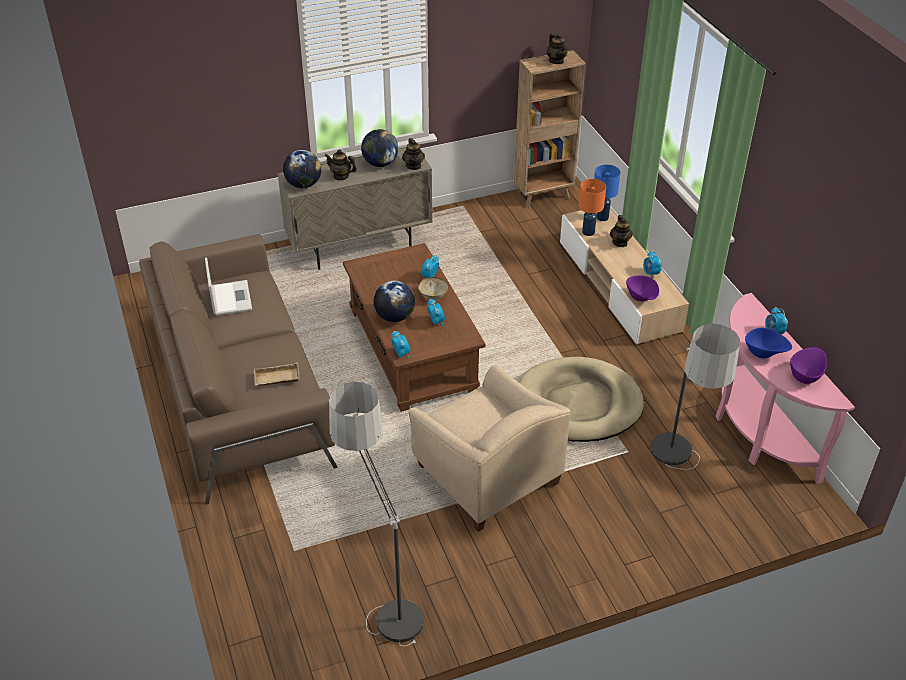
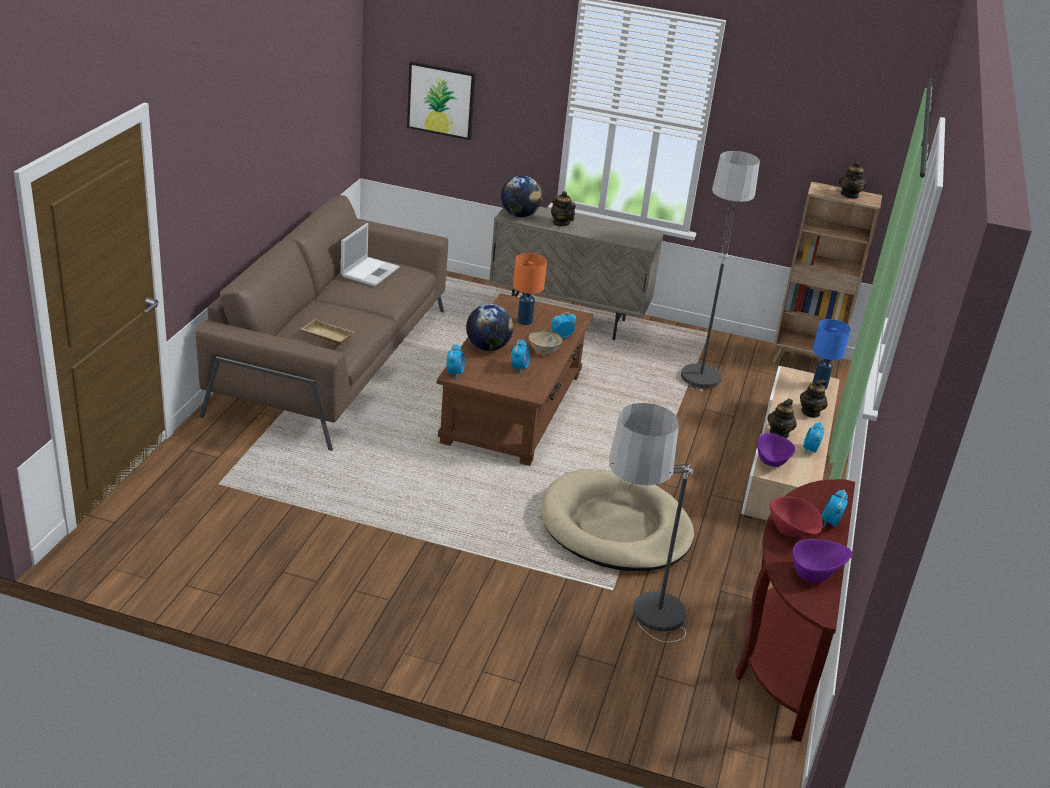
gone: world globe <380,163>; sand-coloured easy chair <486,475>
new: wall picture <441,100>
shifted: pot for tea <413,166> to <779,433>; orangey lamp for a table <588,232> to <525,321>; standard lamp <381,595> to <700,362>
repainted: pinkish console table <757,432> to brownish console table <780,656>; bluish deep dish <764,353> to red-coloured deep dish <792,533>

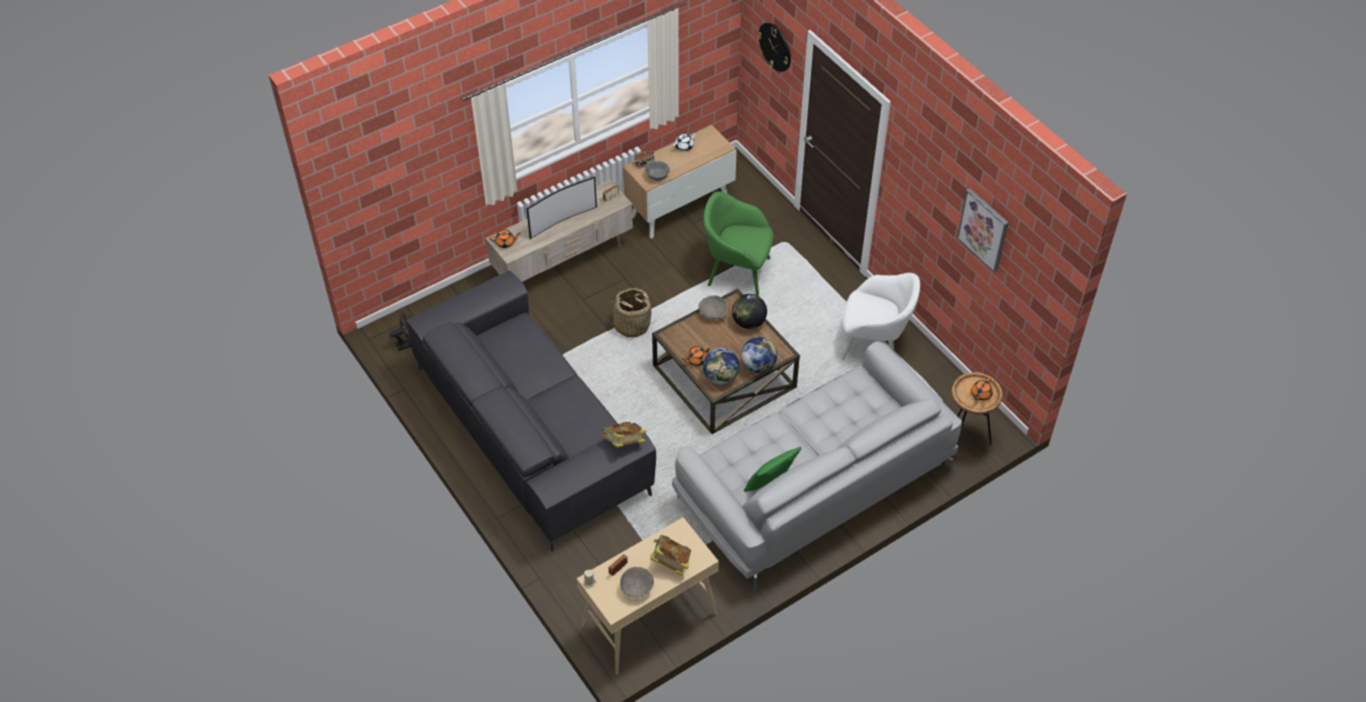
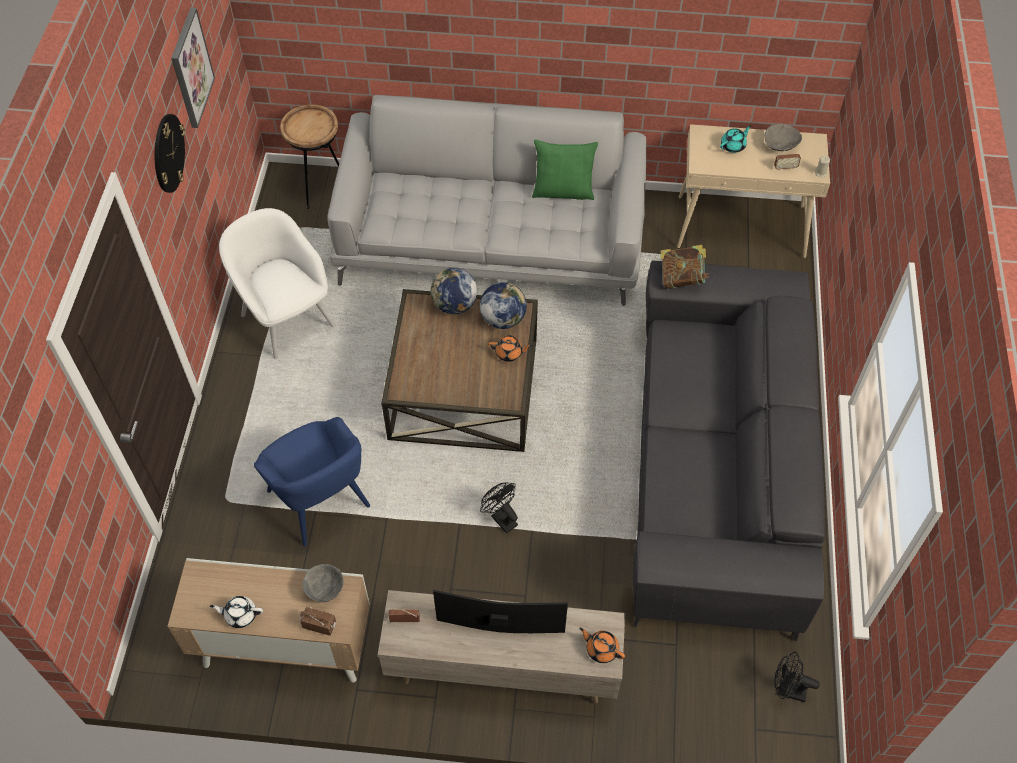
gone: world globe <748,322>; greyish deep dish <713,313>; orangey pot for tea <980,394>
shifted: wall clock <775,46> to <168,153>
swapped: storage basket <631,325> to blackish cooling fan <501,518>; volume <671,563> to turquoise pot for tea <733,146>
repainted: green easy chair <737,271> to bluish easy chair <320,501>

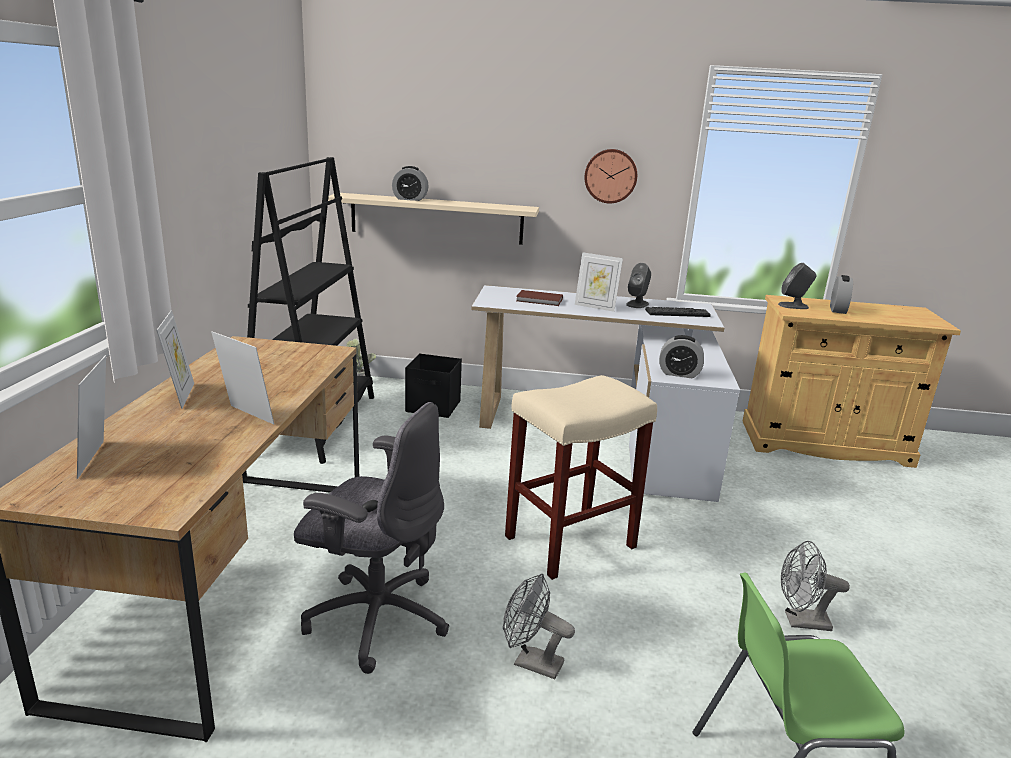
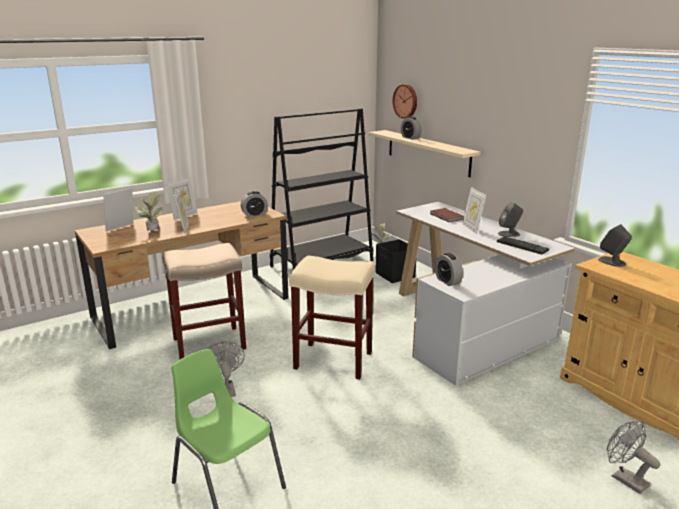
new: houseplant <151,232>
shifted: wall clock <610,176> to <406,101>; table clock <837,310> to <254,214>; greyish cooling fan <800,621> to <624,479>
swapped: greyish office chair <375,617> to sand-coloured stool seat <208,344>

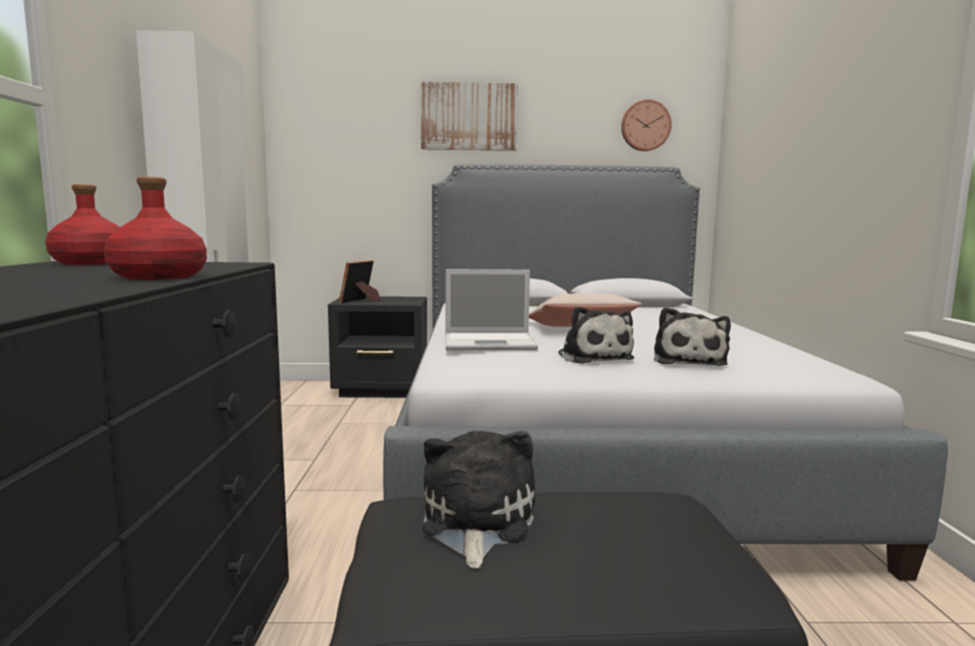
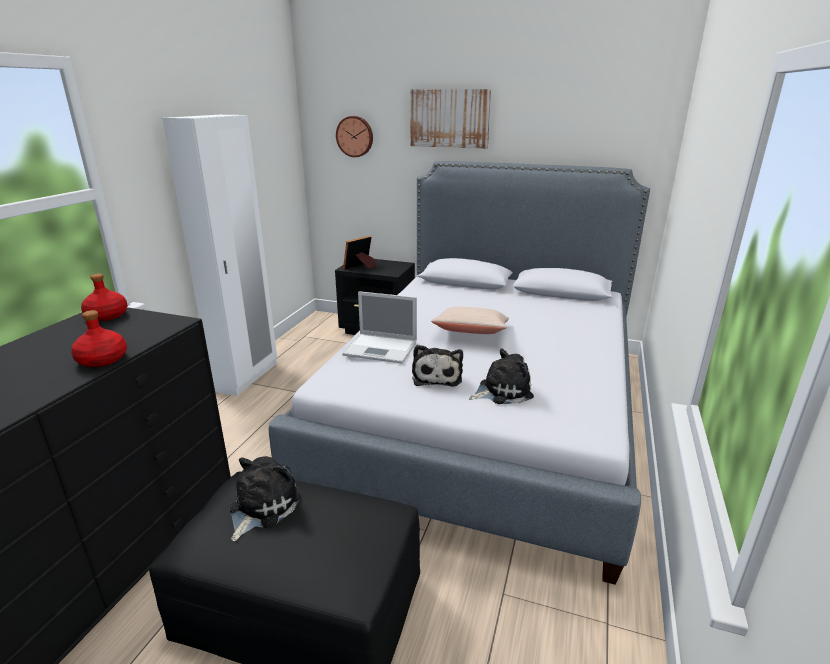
shifted: wall clock <645,126> to <355,136>
rotated: soft toy <688,360> = <502,391> 135 degrees counterclockwise

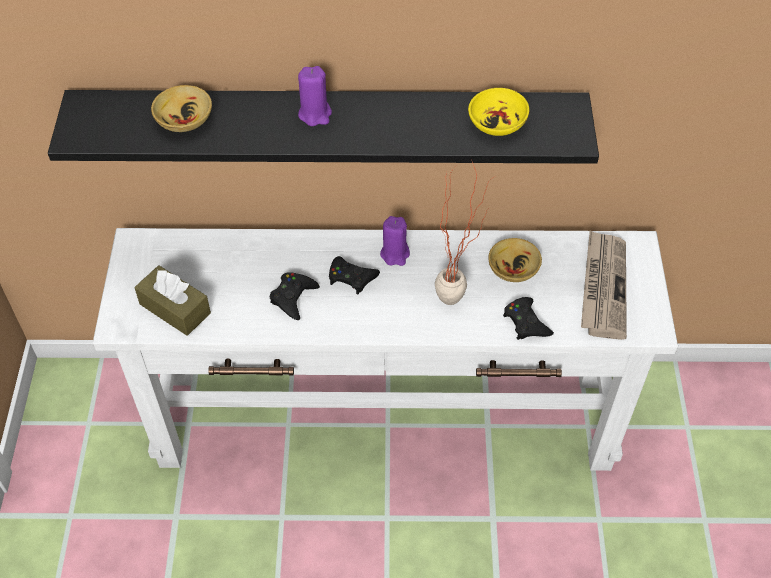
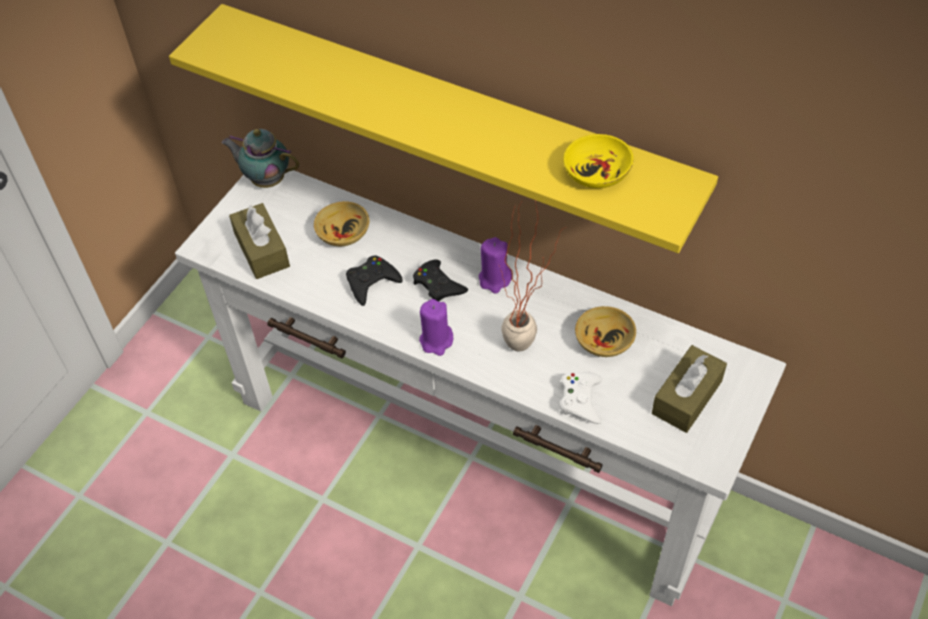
new: pot for tea <266,179>
shifted: purplish wax candle <315,114> to <436,341>; sand-coloured deep dish <183,119> to <342,232>
swapped: printed paper <603,286> to brownish tissue box <687,397>
repainted: blackish shelf <328,124> to yellow-coloured shelf <453,119>; blackish joypad <526,322> to white joypad <580,400>

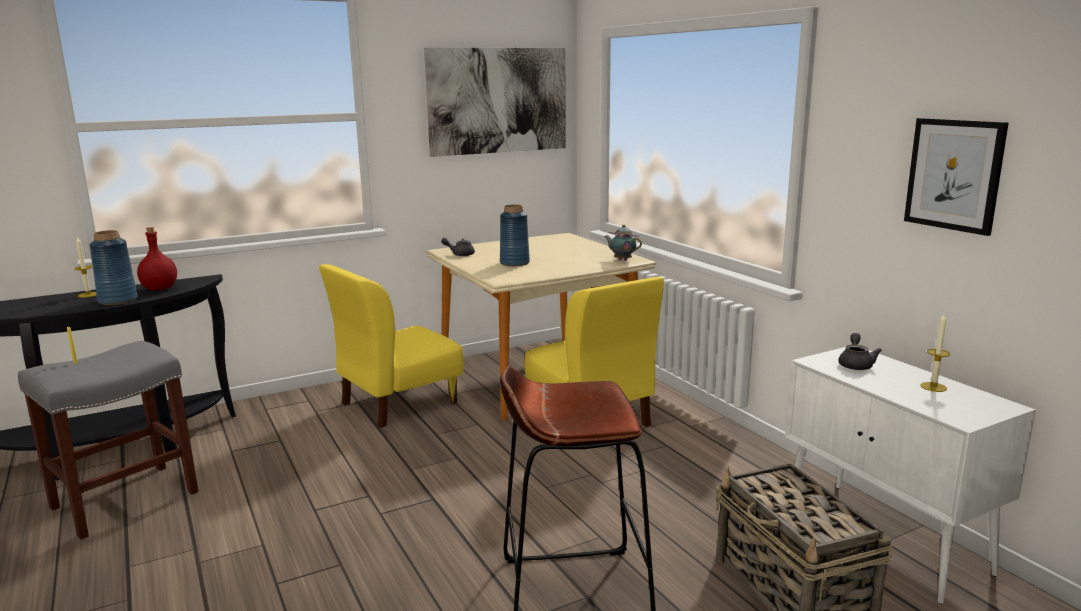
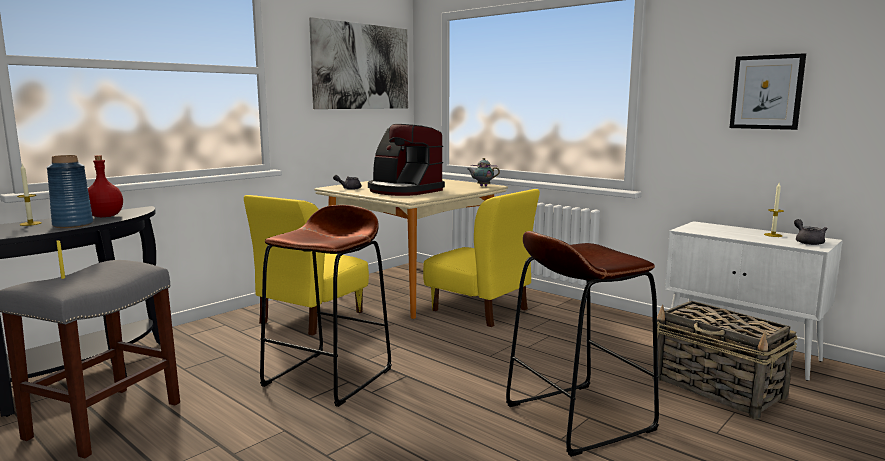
new: brownish stool seat <329,377>
shifted: greyish pot for tea <856,364> to <807,242>
swapped: bluish flower vase <515,263> to coffee brewer <403,191>

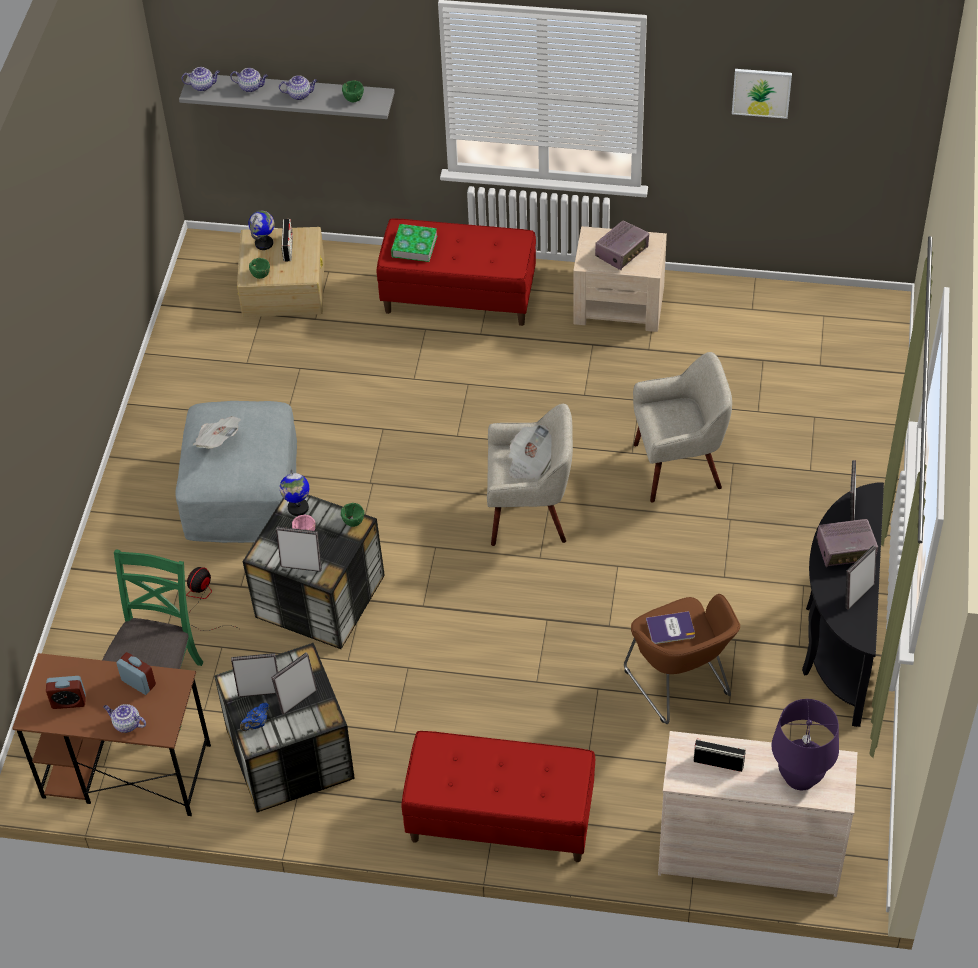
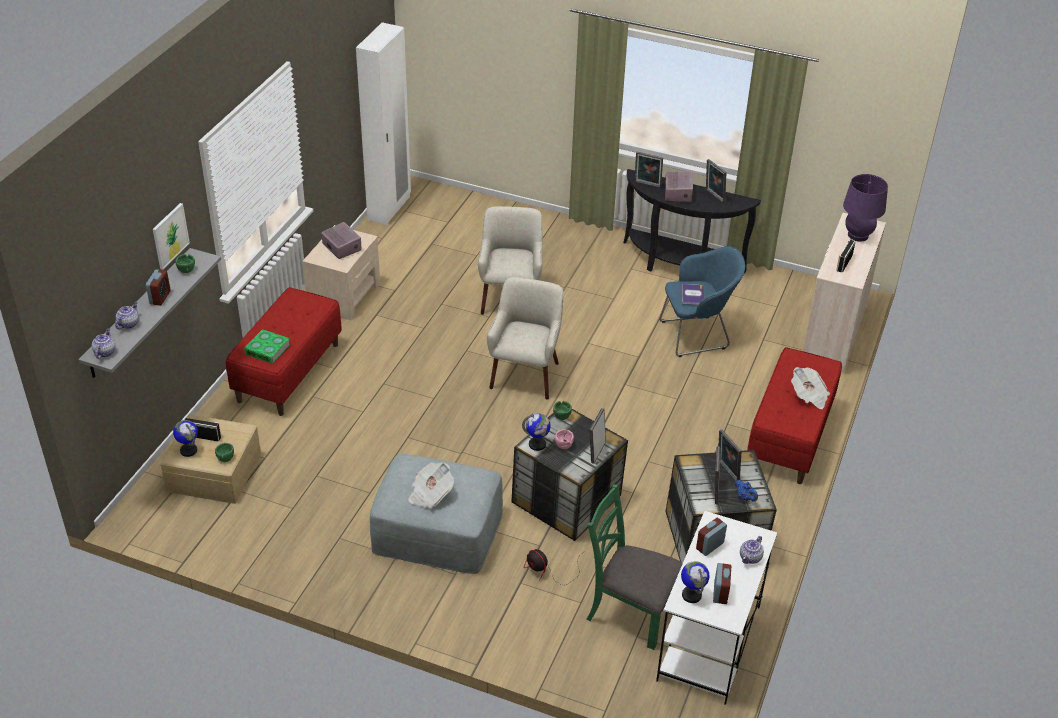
new: white wardrobe <389,208>; world globe <691,595>
shifted: wall picture <761,92> to <170,236>; printed paper <530,462> to <809,396>
swapped: pot for tea <300,94> to table clock <160,297>
repainted: brownish easy chair <680,685> to bluish easy chair <697,335>; brownish desk table <125,771> to white desk table <709,643>

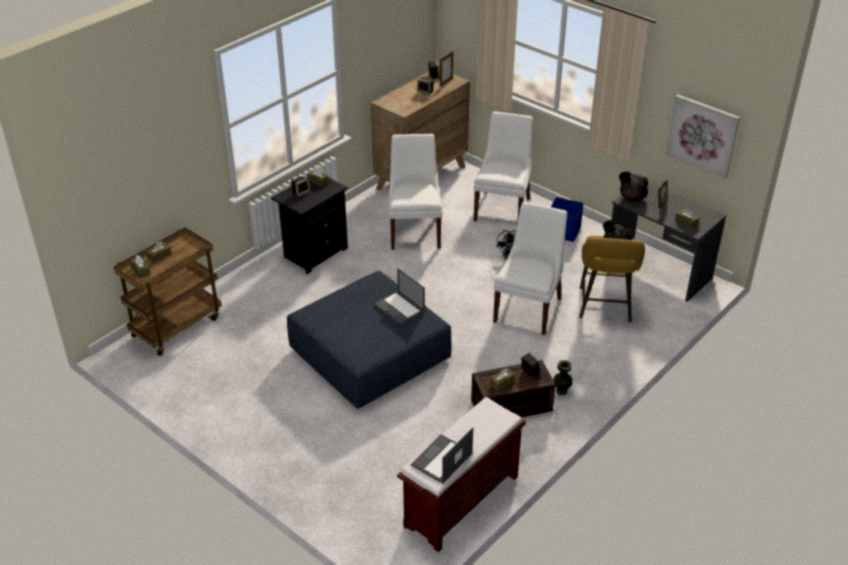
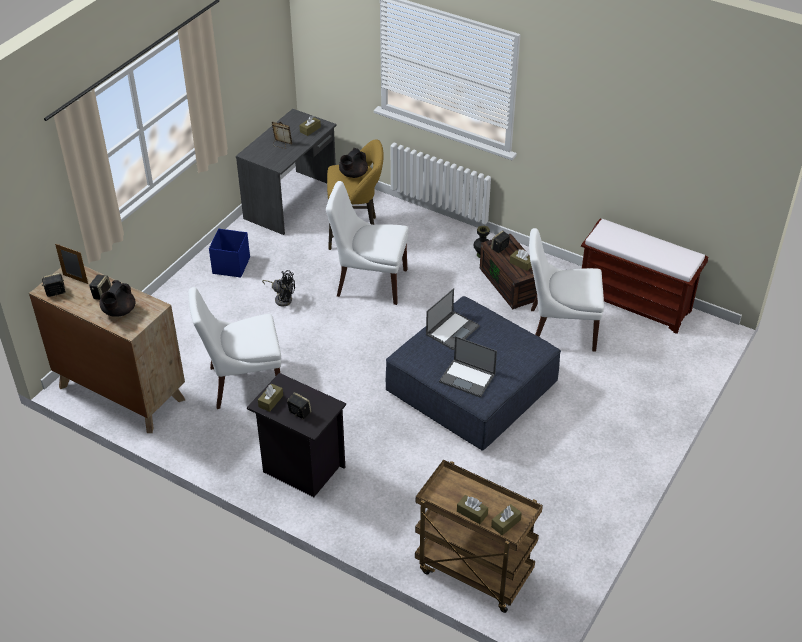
gone: wall picture <703,135>
shifted: white plain chair <502,208> to <559,329>; blackish pot for tea <632,198> to <118,311>; notebook computer <441,460> to <468,378>

